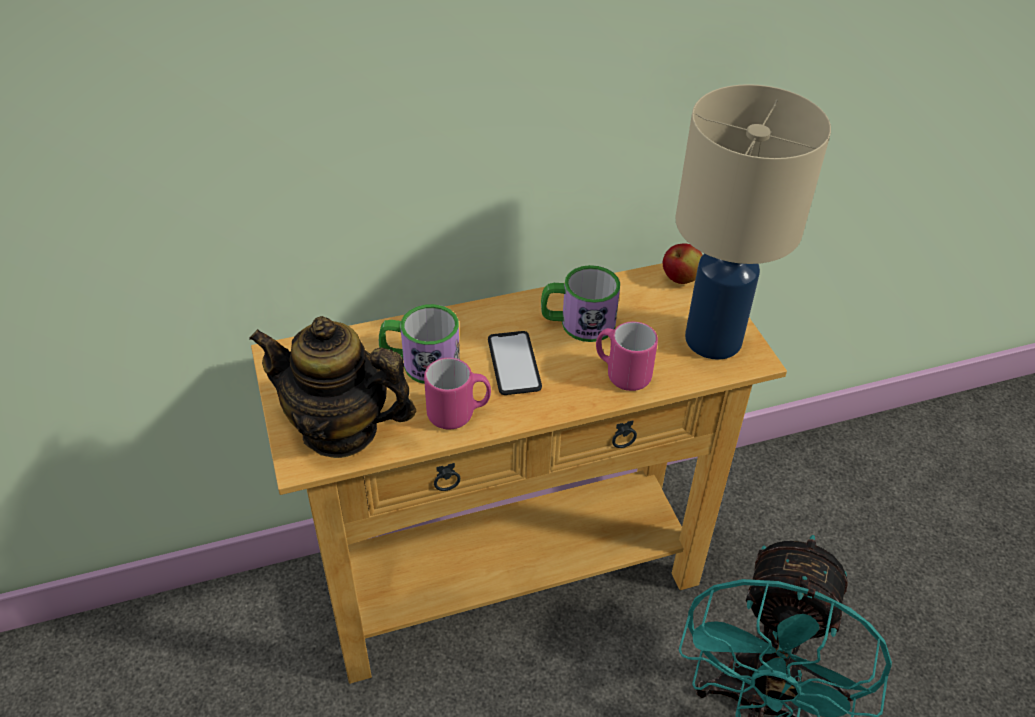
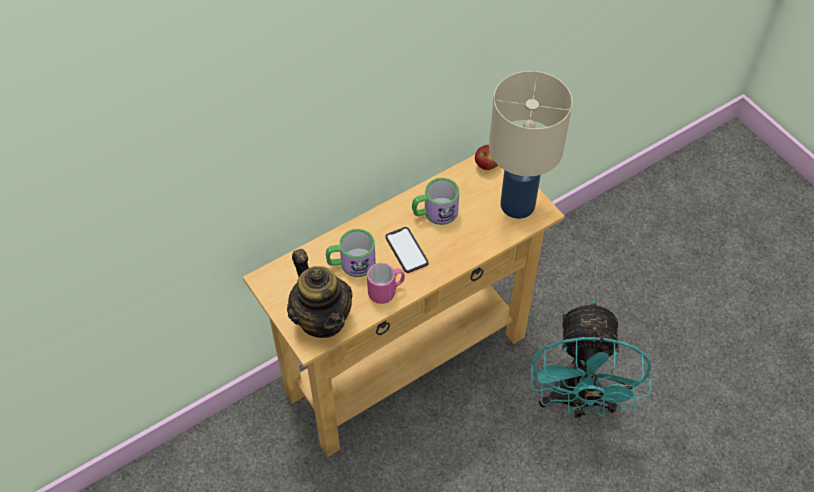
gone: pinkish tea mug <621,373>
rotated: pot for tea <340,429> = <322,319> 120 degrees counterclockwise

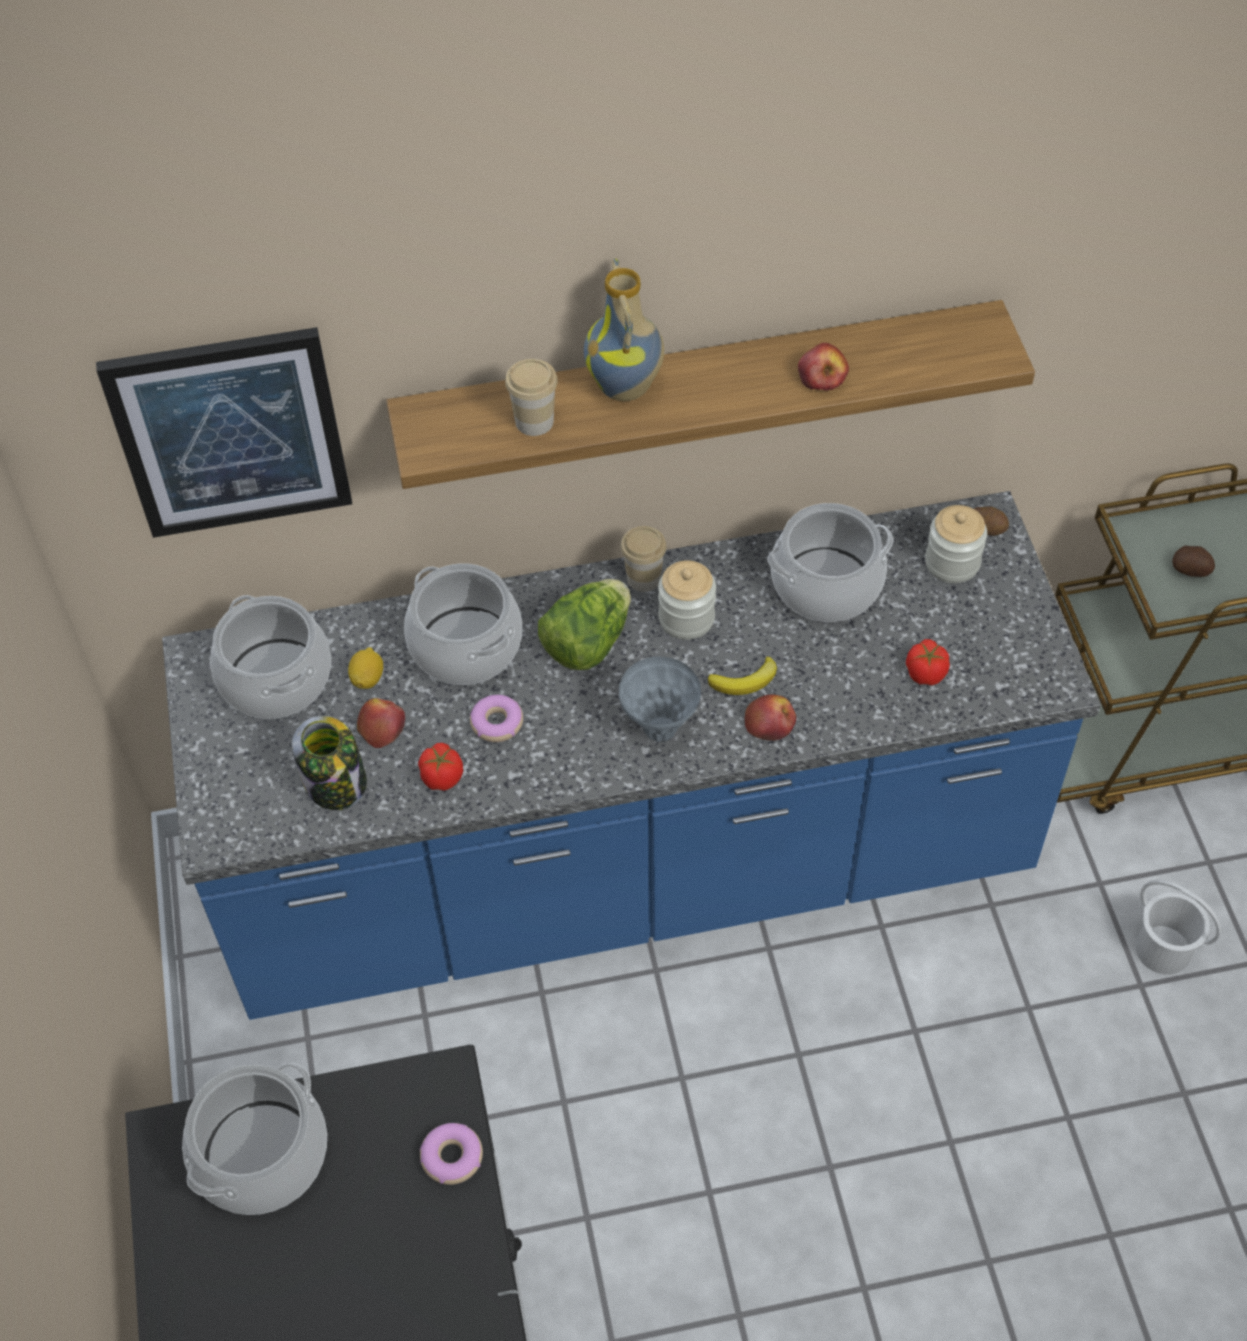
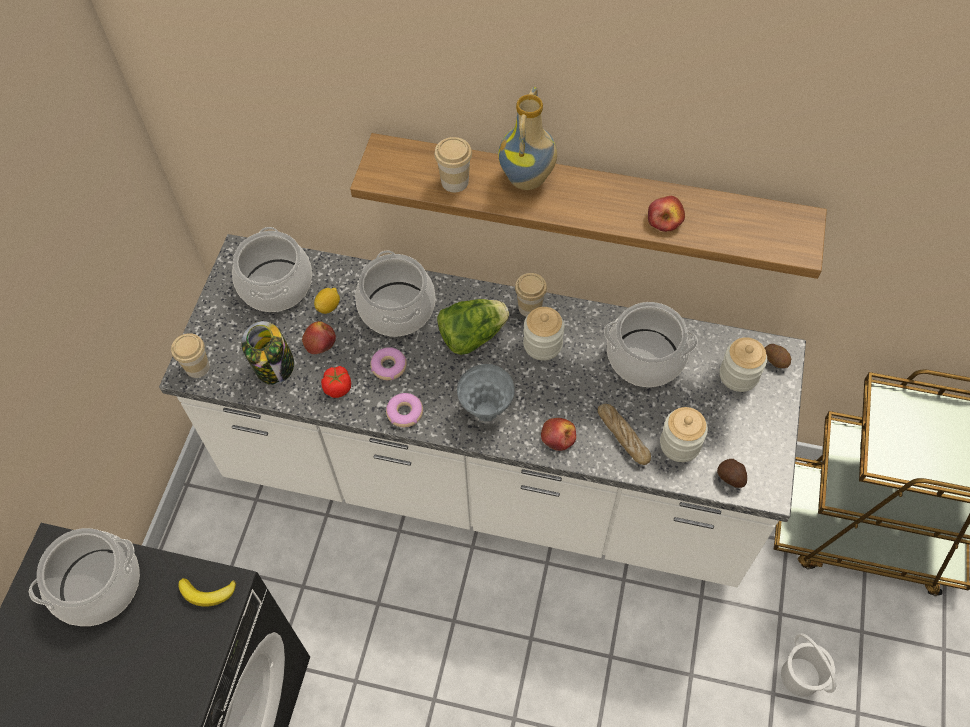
gone: wall picture <230,432>
new: cup <197,367>; bread <623,436>
shifted: whole potato <1191,570> to <731,478>; banana <745,681> to <207,593>; ring doughnut <451,1157> to <404,412>
swapped: fresh tomato <925,672> to storage jar <680,444>
repainted: bluish counter <629,869> to white counter <488,476>

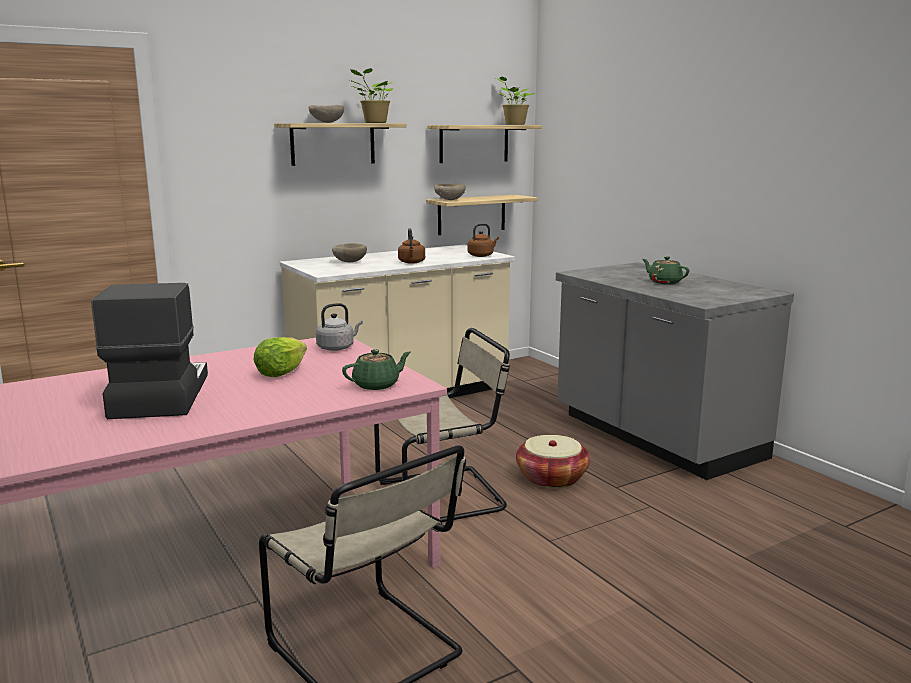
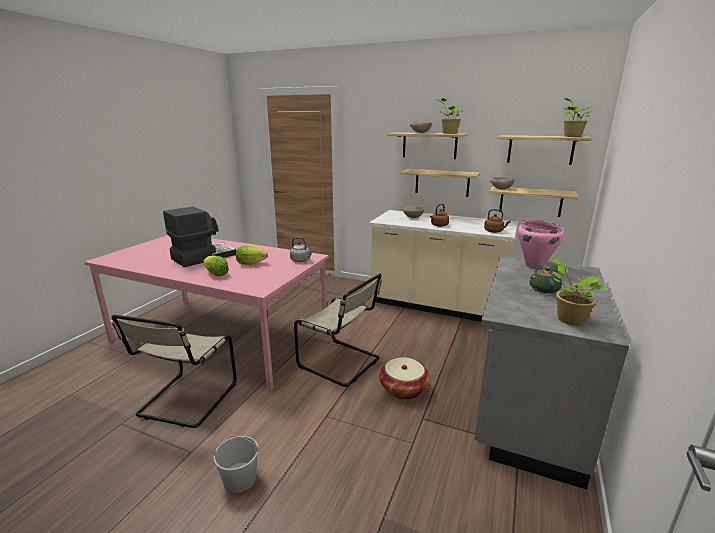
gone: green pot for tea <377,385>
new: shelf <442,182>; pinkish stockpot <534,266>; head of lettuce <216,274>; houseplant <568,319>; white water bucket <239,479>

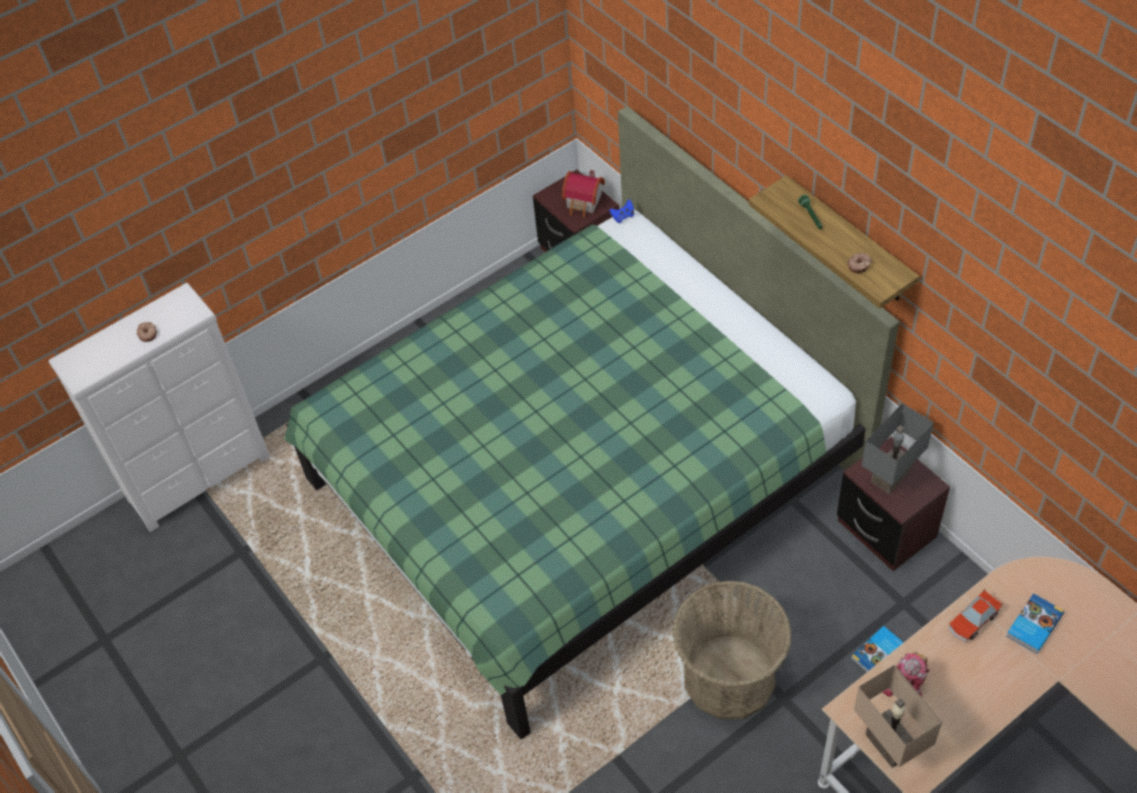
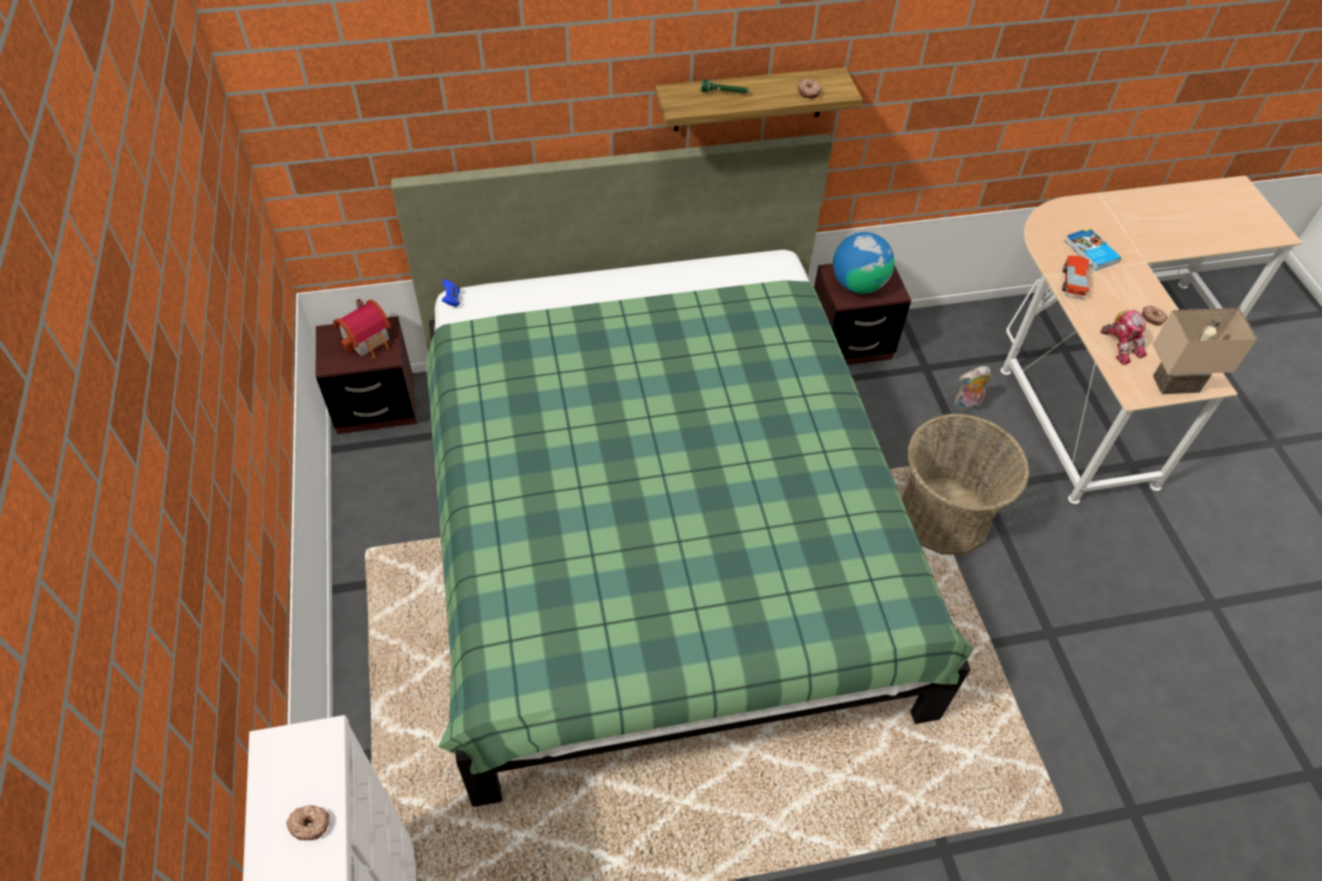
new: ring doughnut <1152,317>
swapped: greyish lamp for a table <889,475> to world globe <858,284>; volume <879,653> to soft toy <966,405>
rotated: toy car <973,621> = <1073,282> 150 degrees counterclockwise

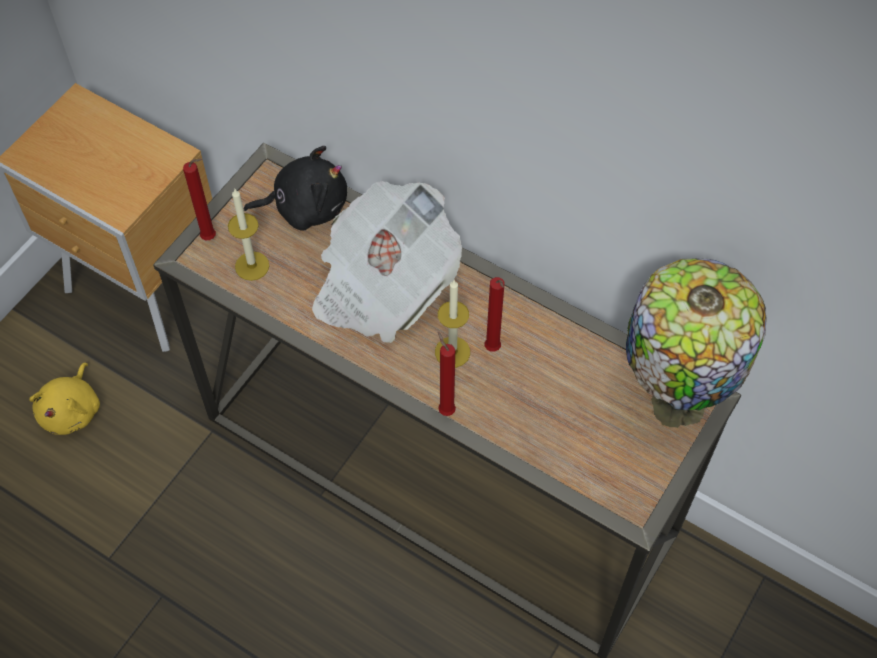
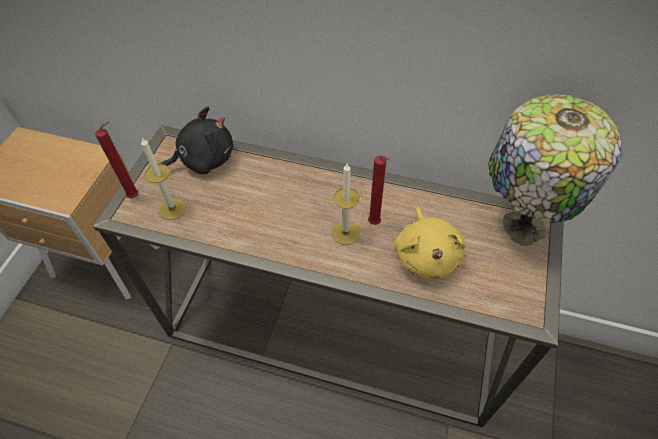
gone: printed paper <383,284>; red-coloured wax candle <445,409>
shifted: yellow-coloured soft toy <72,410> to <426,255>

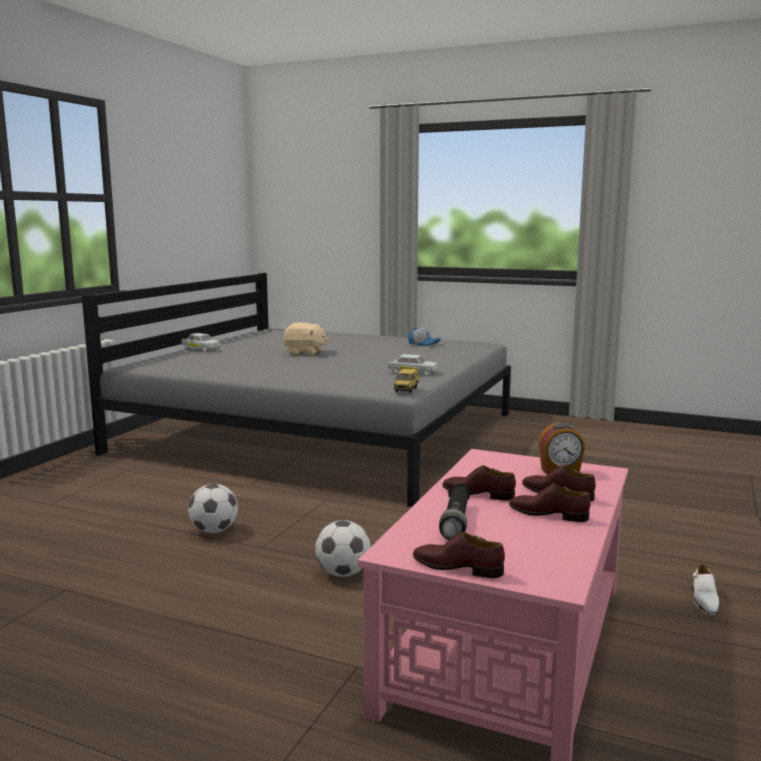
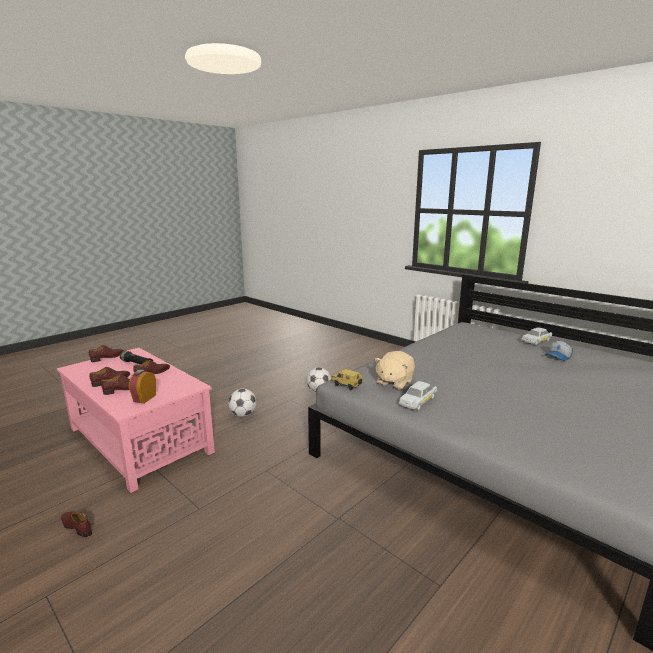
shifted: sand-coloured soft toy <305,353> to <394,382>; baseball cap <423,344> to <558,357>
repainted: white item of footwear <704,600> to brownish item of footwear <77,526>

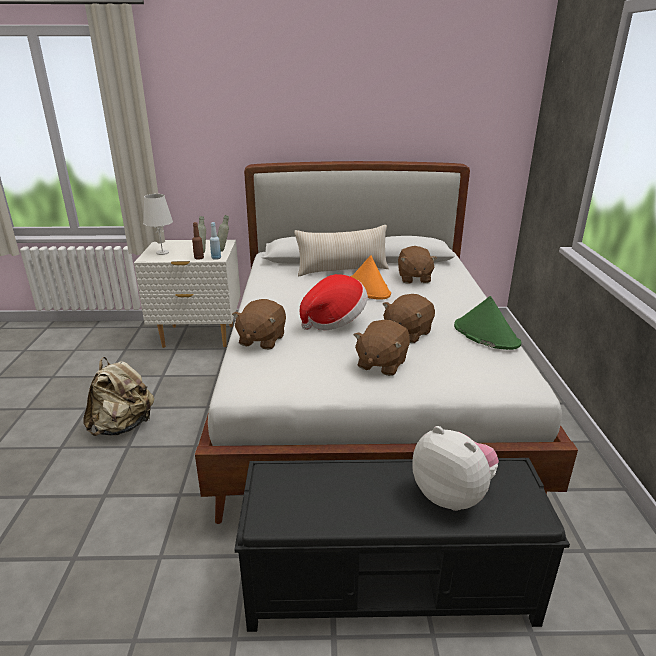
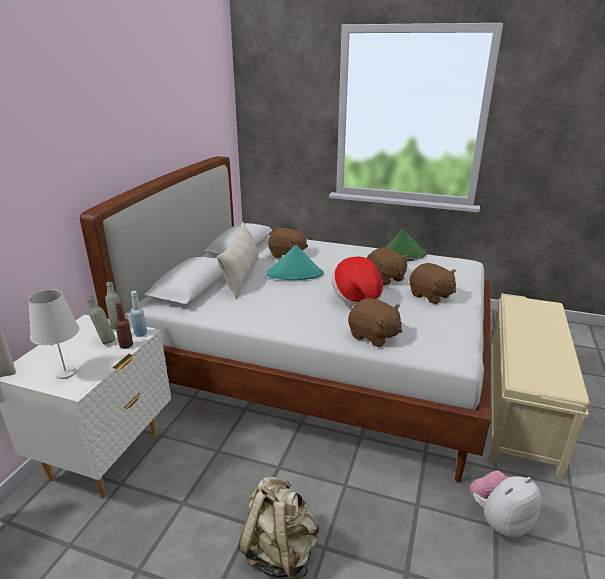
shifted: soft toy <452,494> to <499,520>
repainted: orangey clothing hat <368,288> to turquoise clothing hat <295,274>; blackish long seat <391,585> to sand-coloured long seat <520,404>

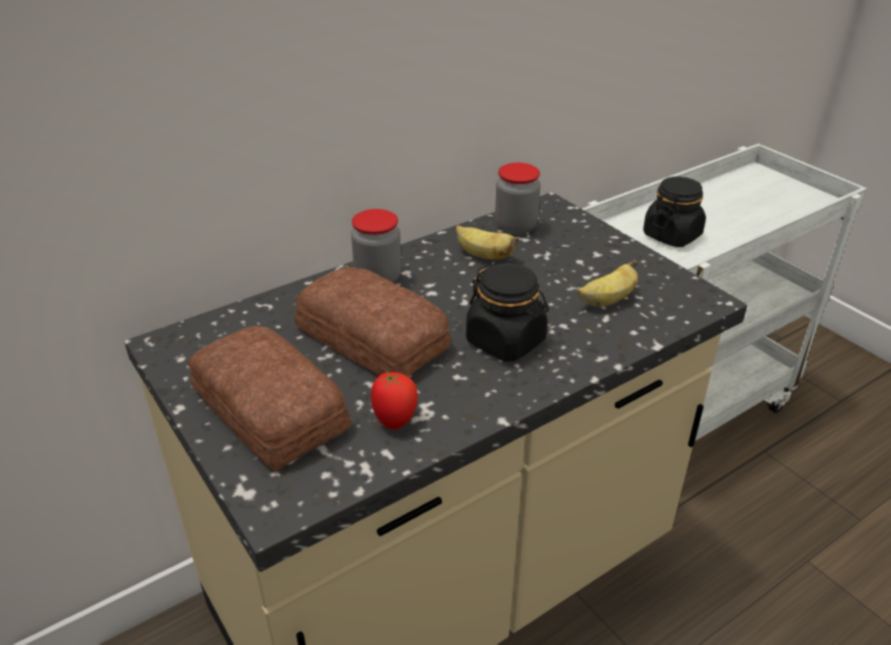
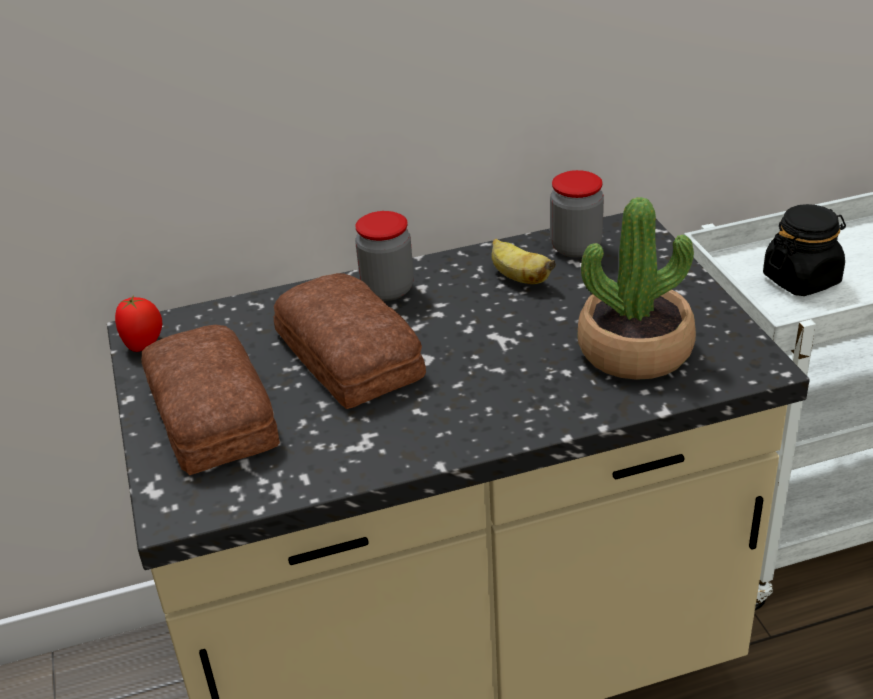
gone: blackish storage jar <506,341>
shifted: fresh tomato <395,420> to <144,345>
swapped: banana <607,301> to houseplant <635,350>

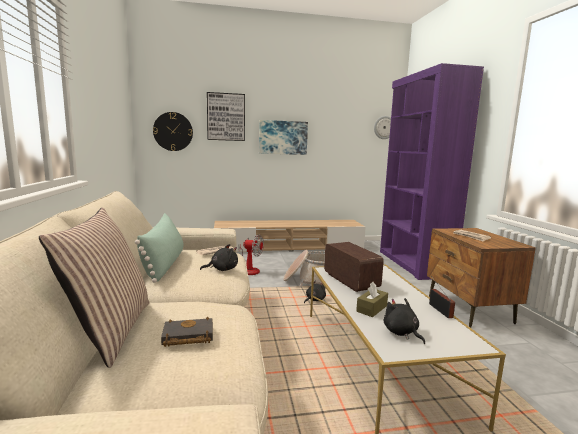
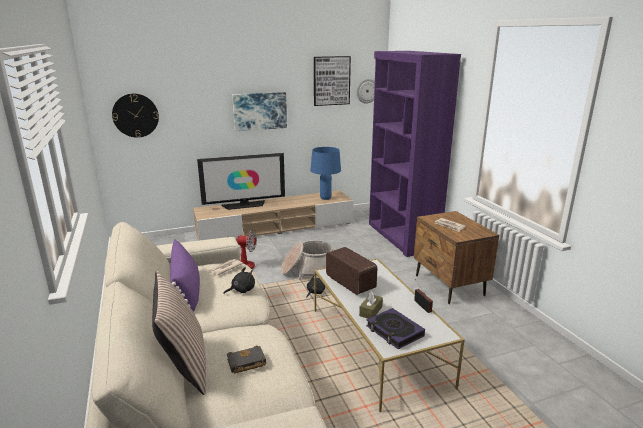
new: bluish lamp for a table <325,198>; TV <244,205>
shifted: wall picture <226,117> to <331,81>
swapped: blackish soft toy <401,333> to volume <394,331>
repainted: green pillow <164,264> to purplish pillow <186,290>

